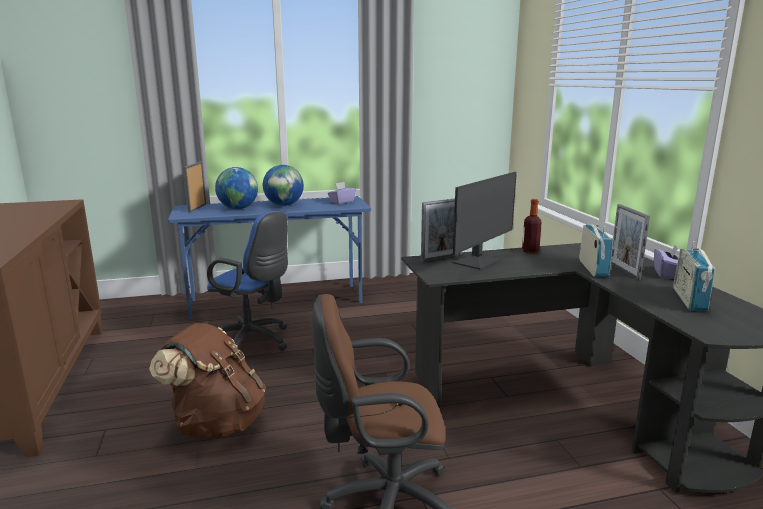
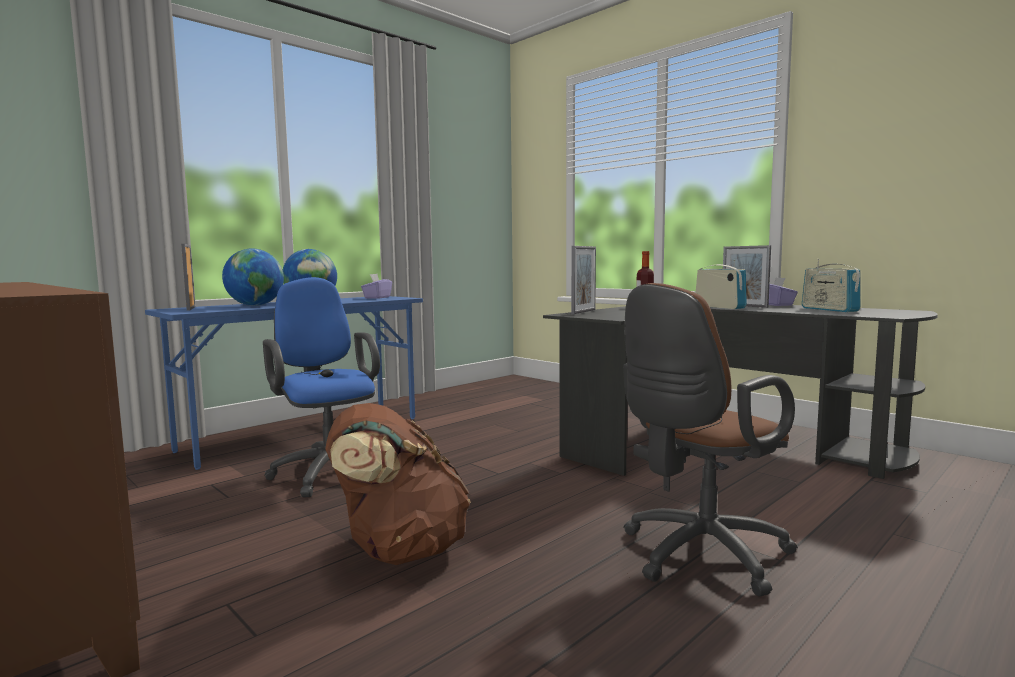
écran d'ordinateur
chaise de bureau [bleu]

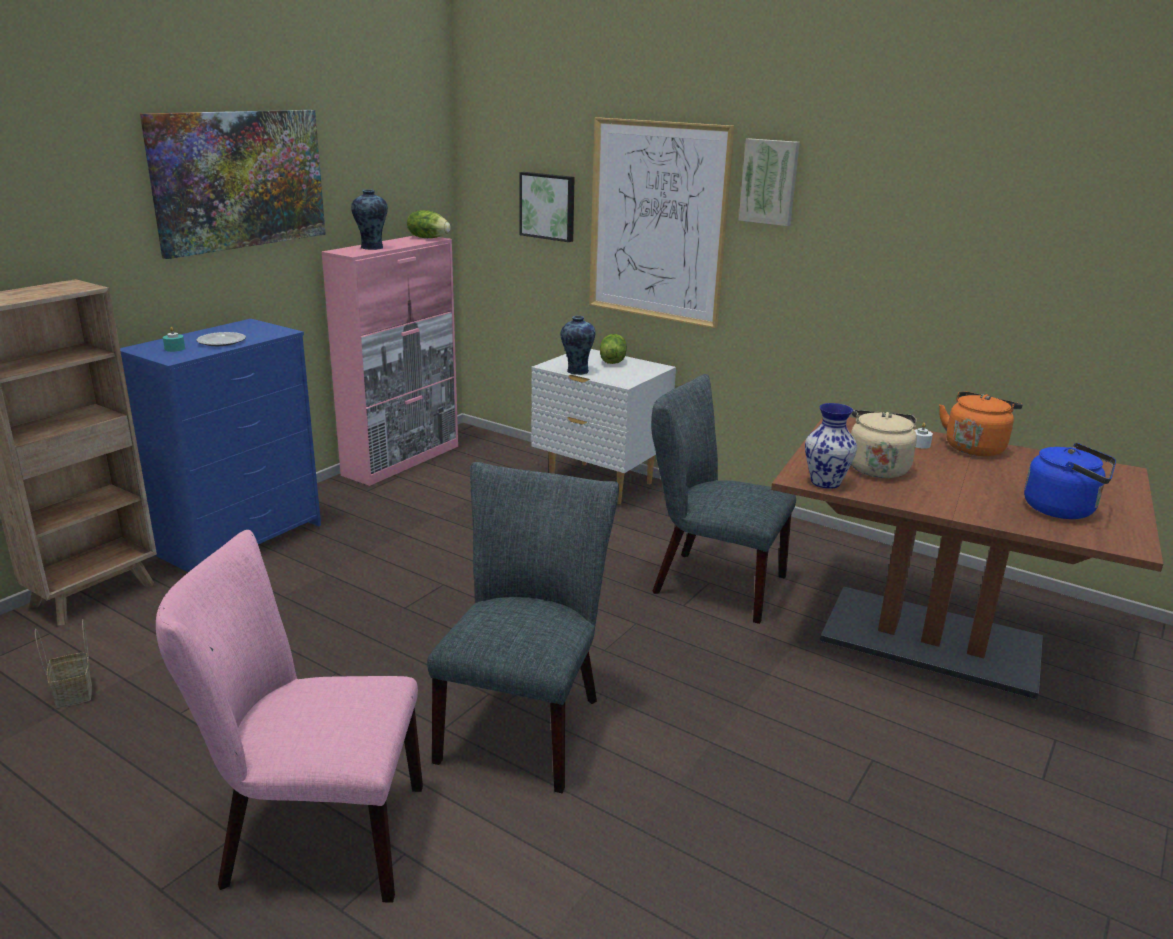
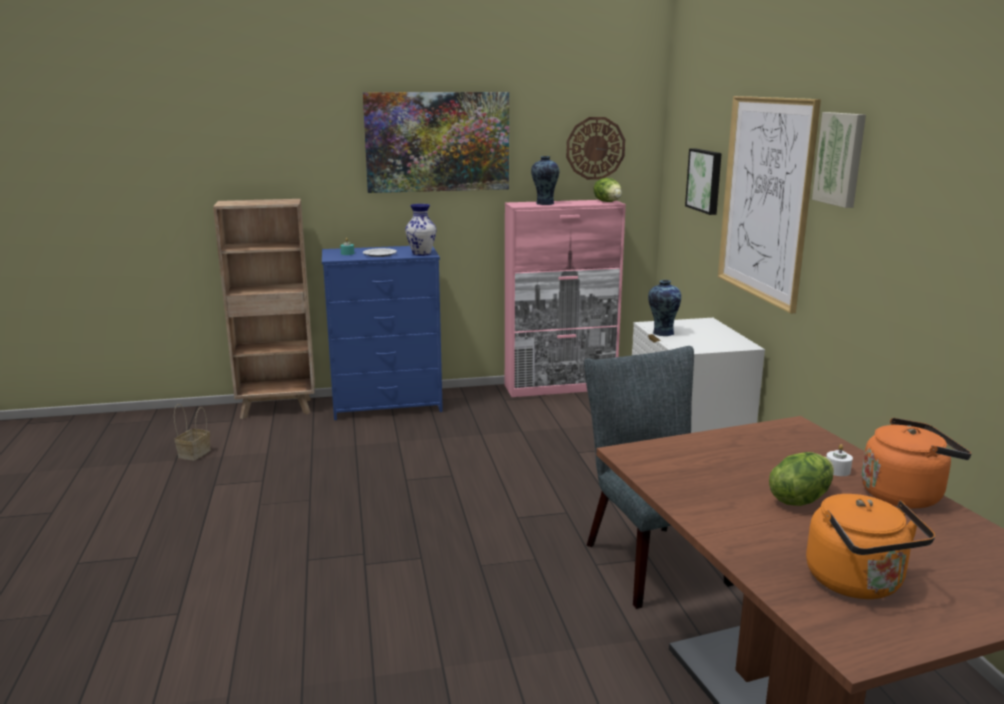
chaise [rose]
chaise [gris] (1st from left in the first image)
bouilloire [beige]
horloge murale
laitue (2nd from left)
vase (1st from left)
bouilloire [orange] (1st from left)

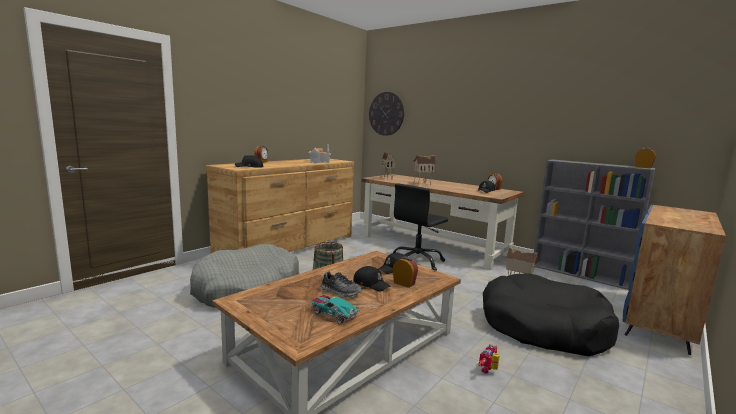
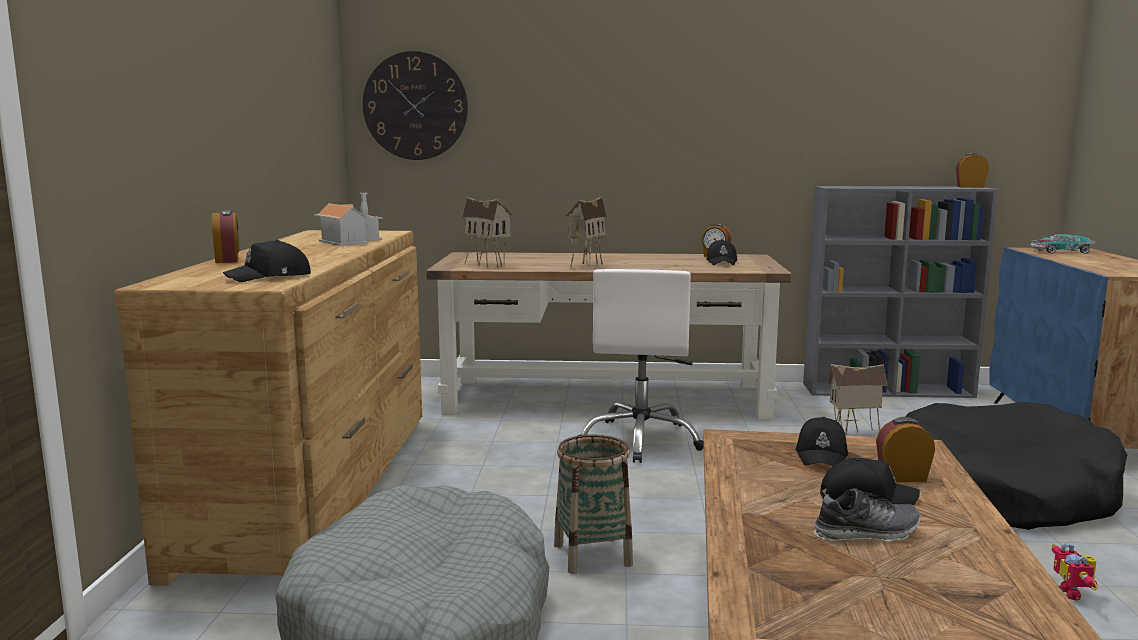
petite voiture
chaise de bureau [blanc]

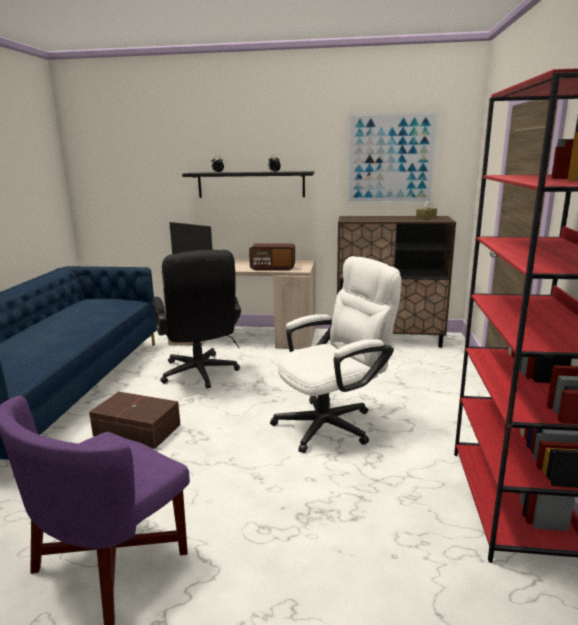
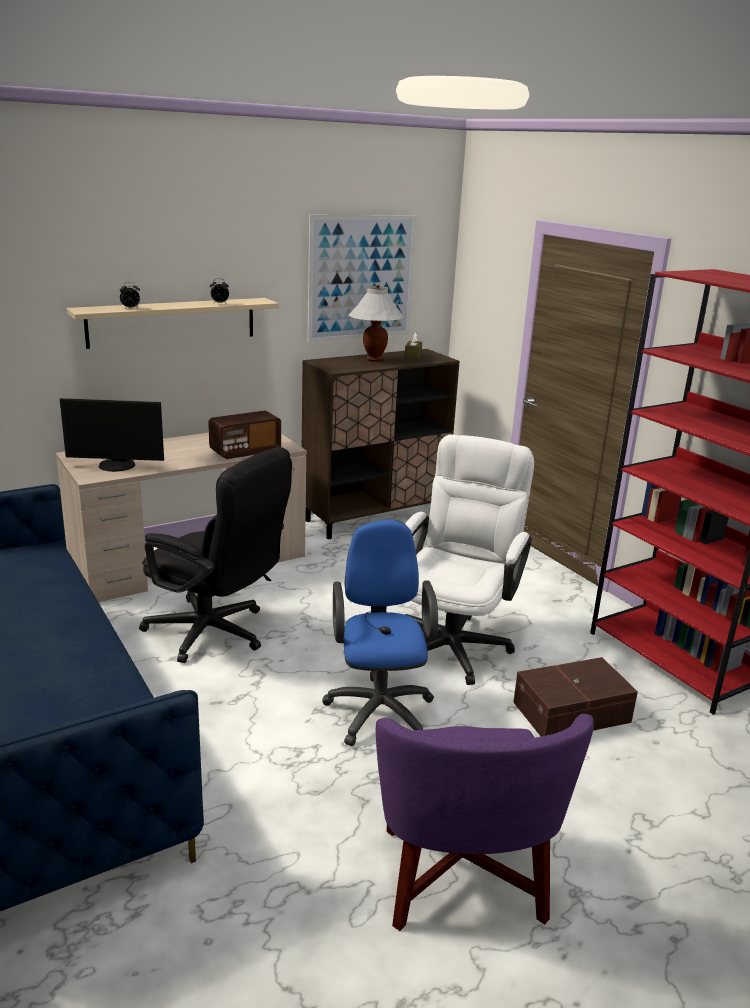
chaise de bureau [bleu]
lampe de table [blanc]
boîte de rangement [marron]
étagère [beige]

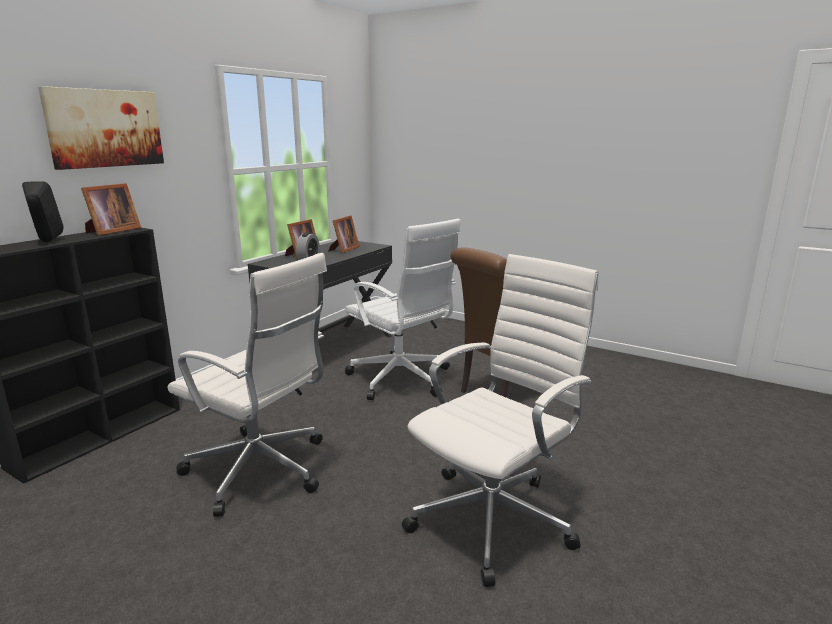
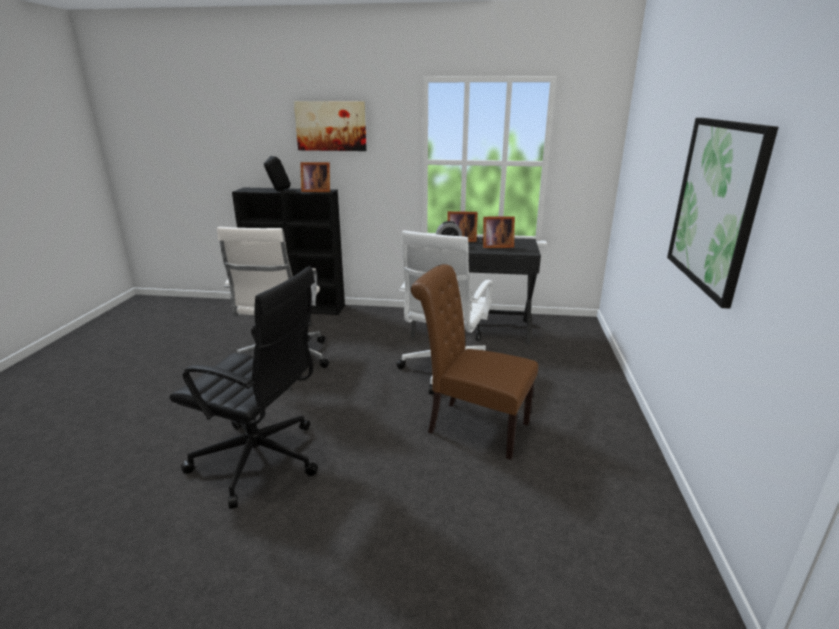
tableau (2nd from left)
chaise de bureau [noir]

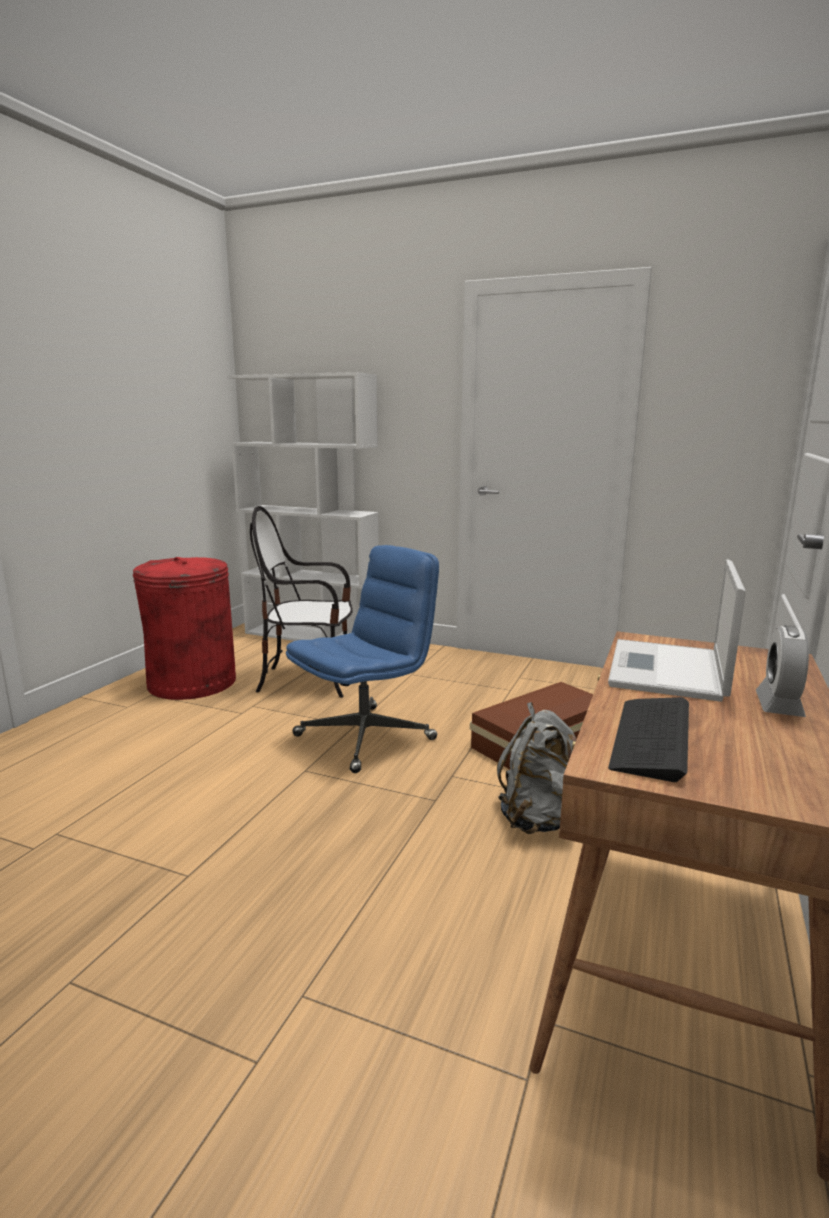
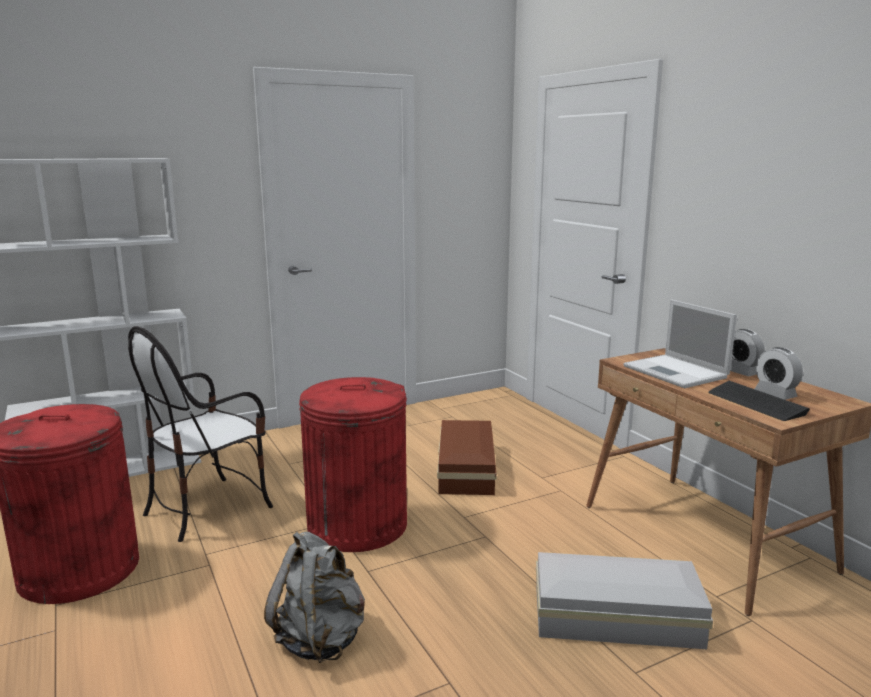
boîte de rangement [blanc]
réveil (2nd from left)
sac à dos [gris]
poubelle [rouge] (2nd from left)

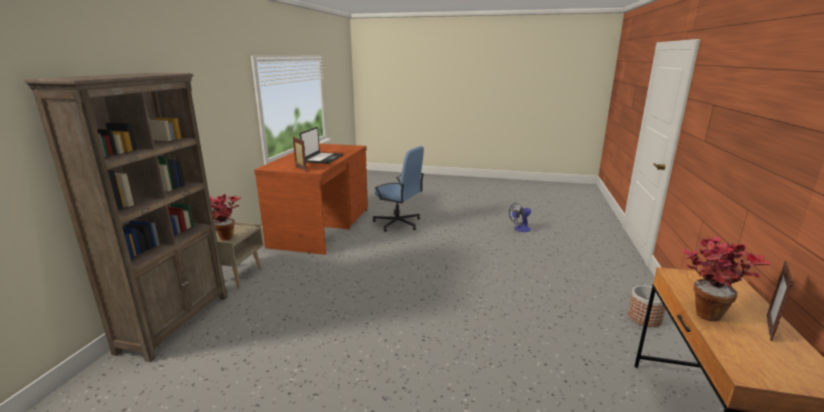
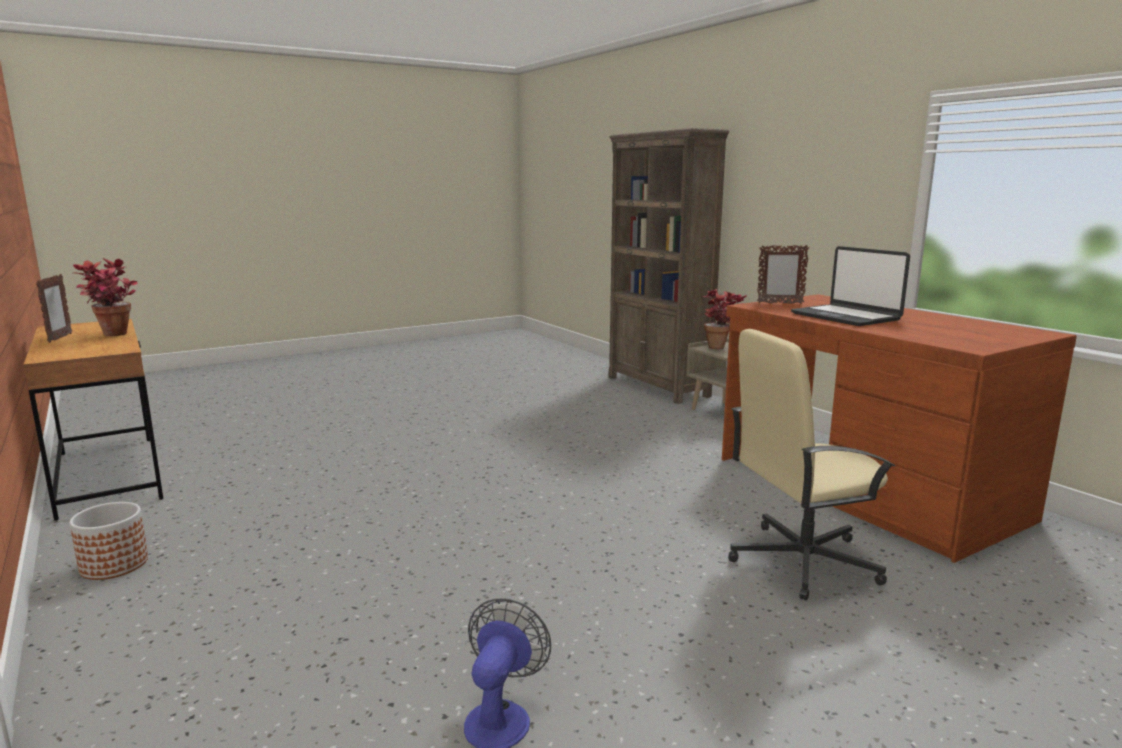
chaise de bureau [beige]

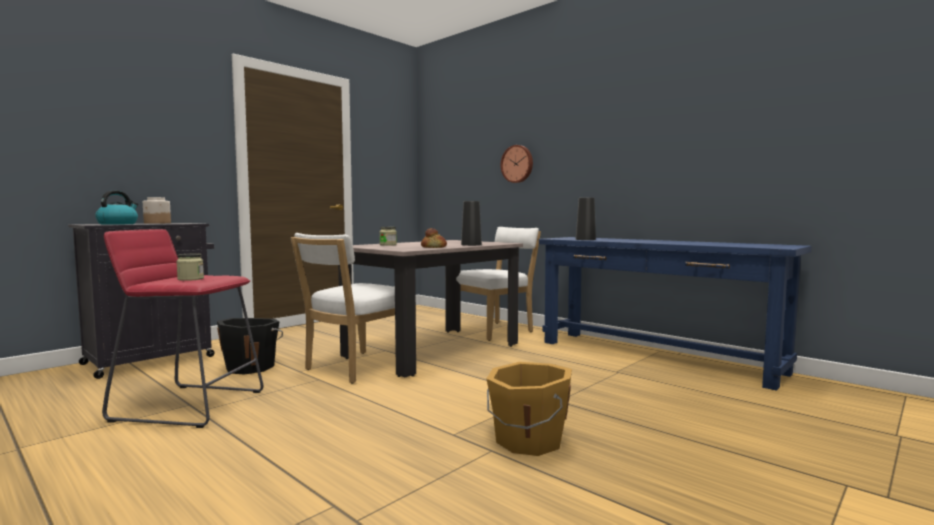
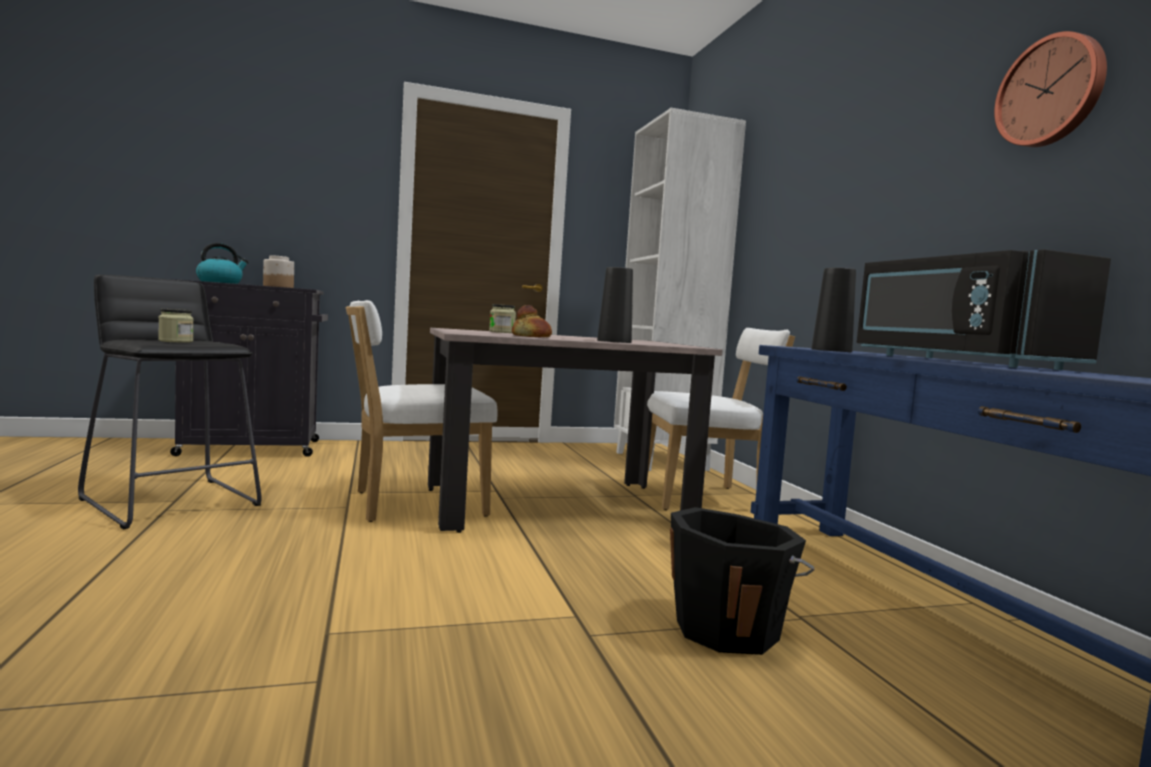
seau [orange]
bibliothèque [blanc]
micro-ondes [noir]
seau [noir]
horloge murale
tabouret [noir]

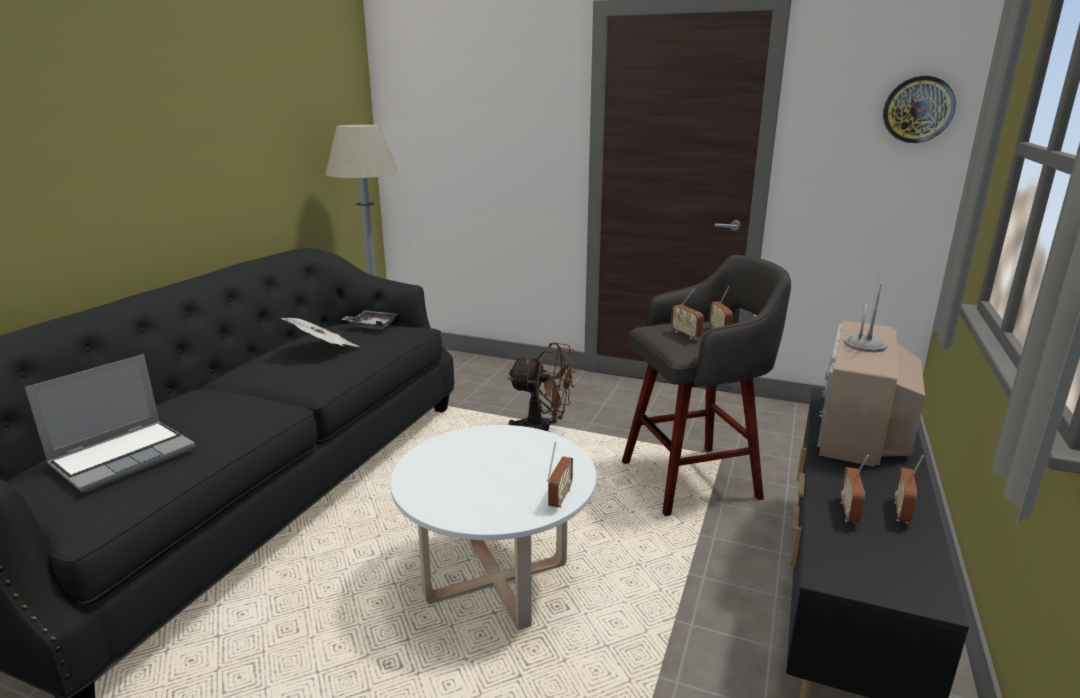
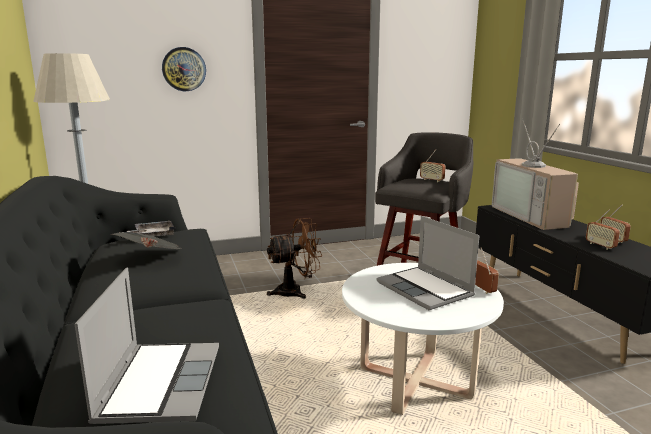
radio (2nd from left in the first image)
ordinateur portable (2nd from left)
horloge murale

